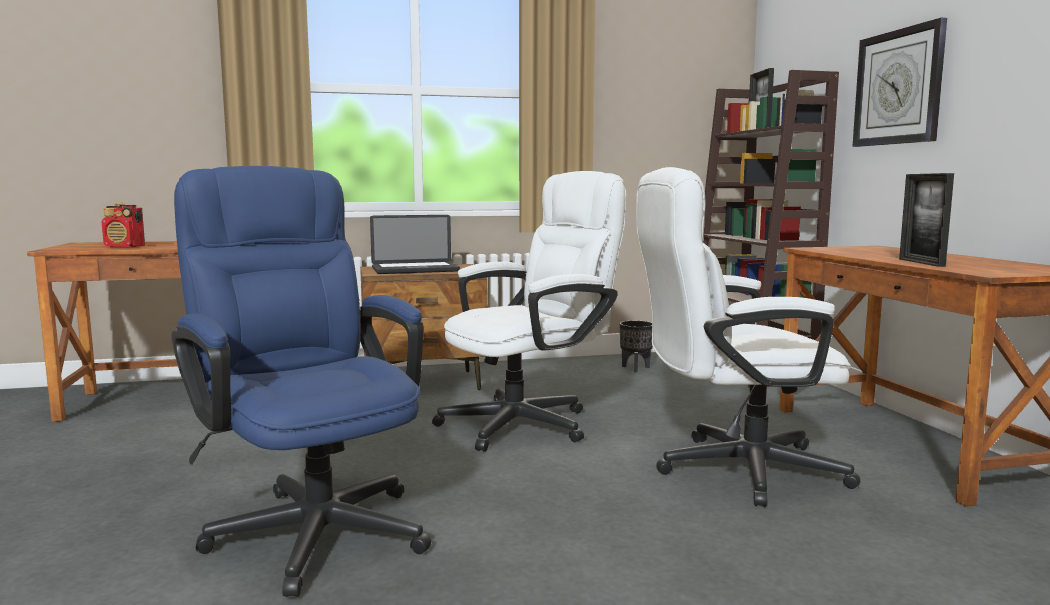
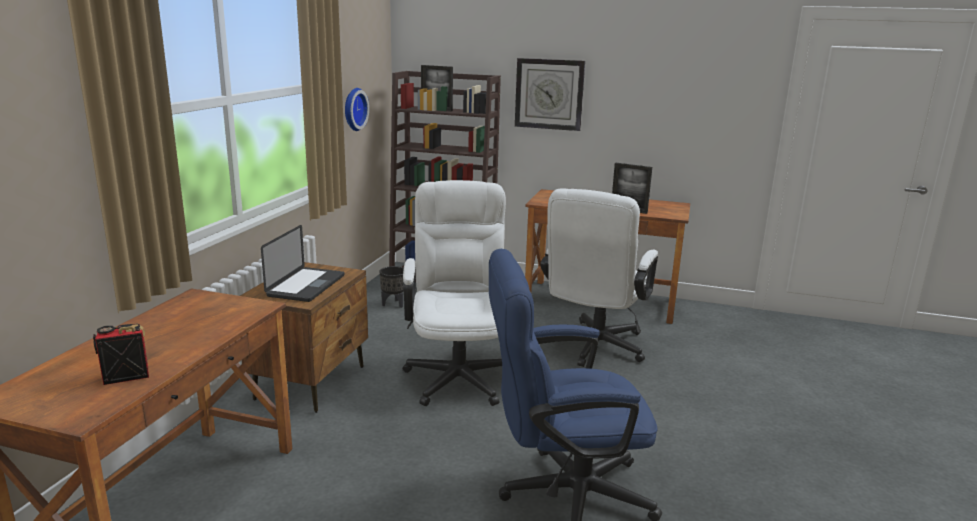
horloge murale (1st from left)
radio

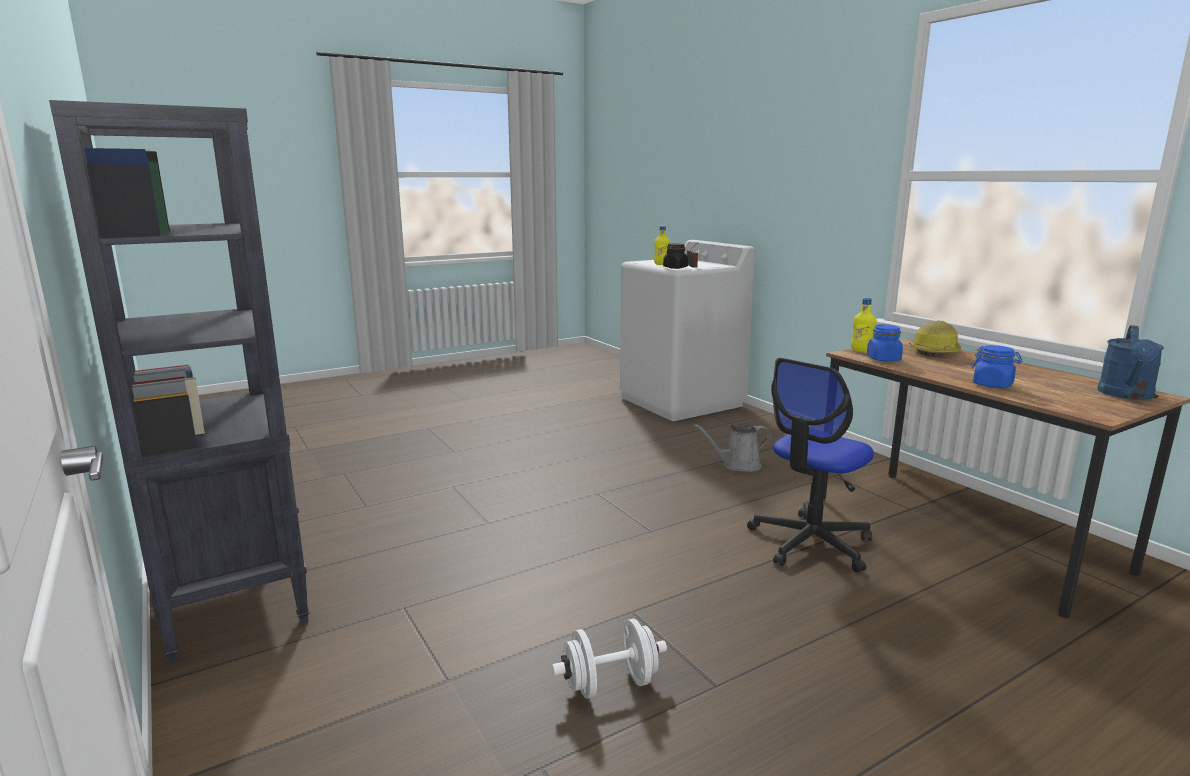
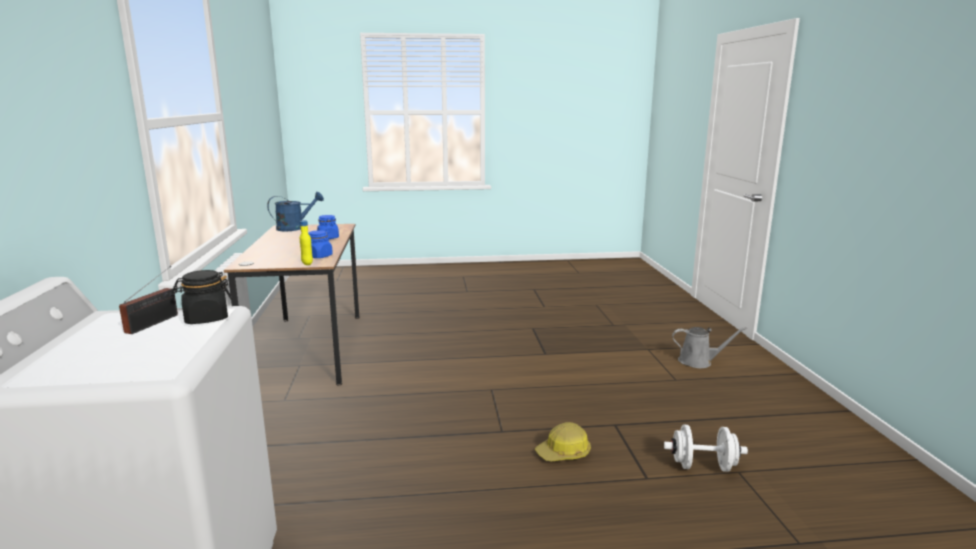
bibliothèque [noir]
bouteille [jaune] (1st from left in the first image)
chaise de bureau
haltère [blanc]
arrosoir [gris]
casque de chantier

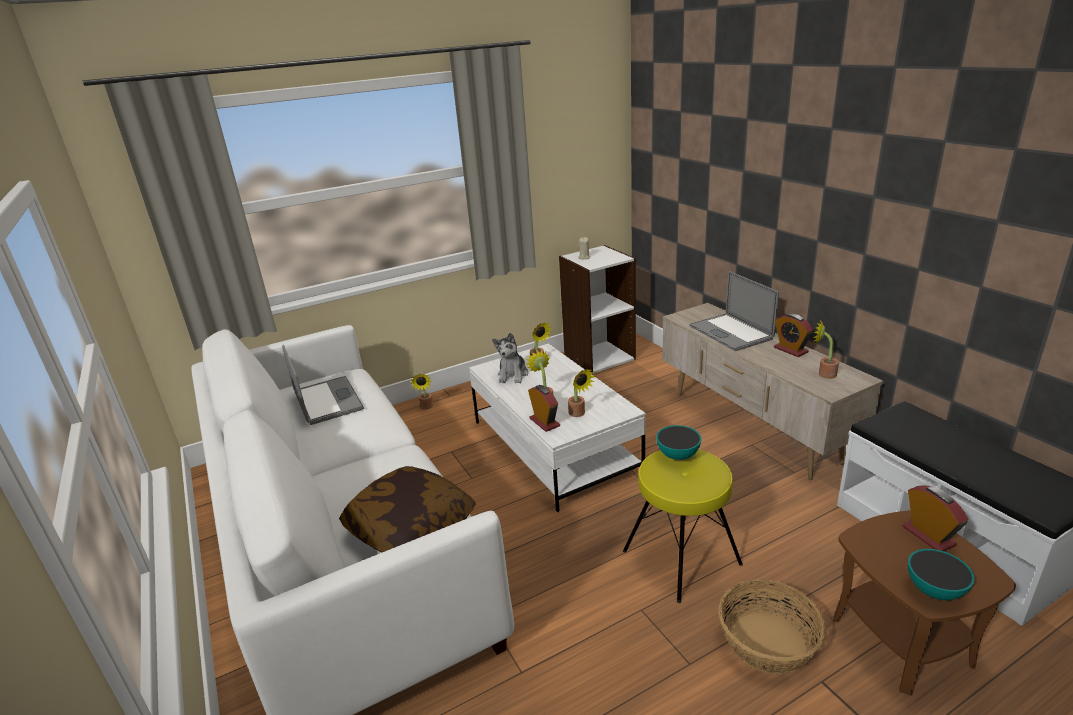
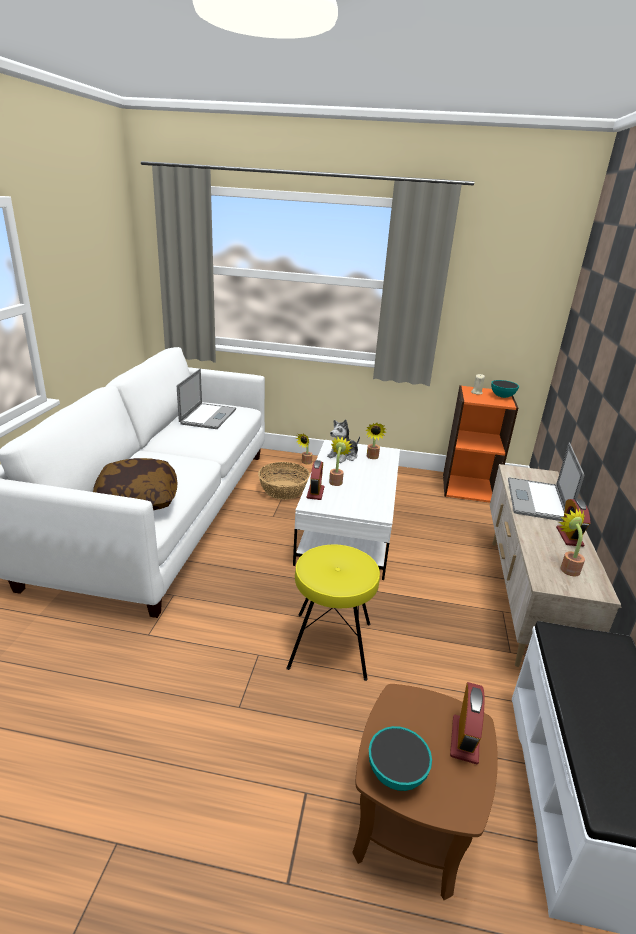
plante en pot (4th from left in the first image)
bol (2nd from left)
panier
bibliothèque [orange]

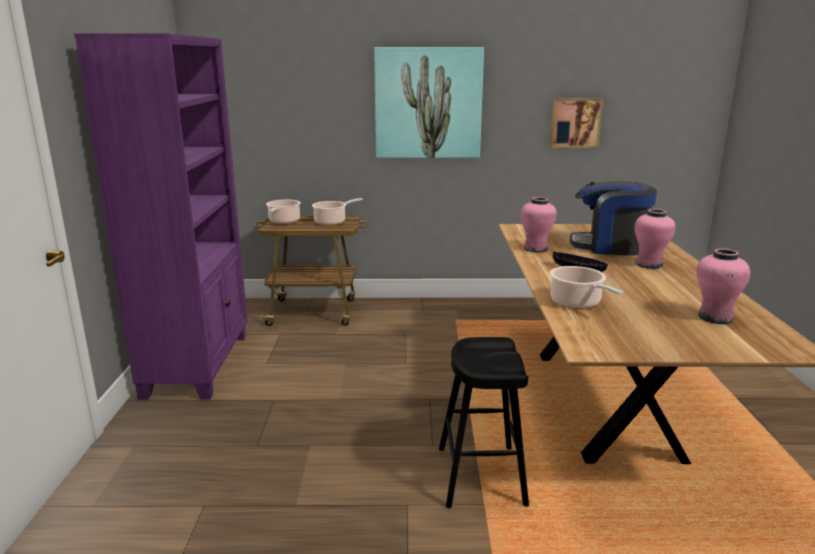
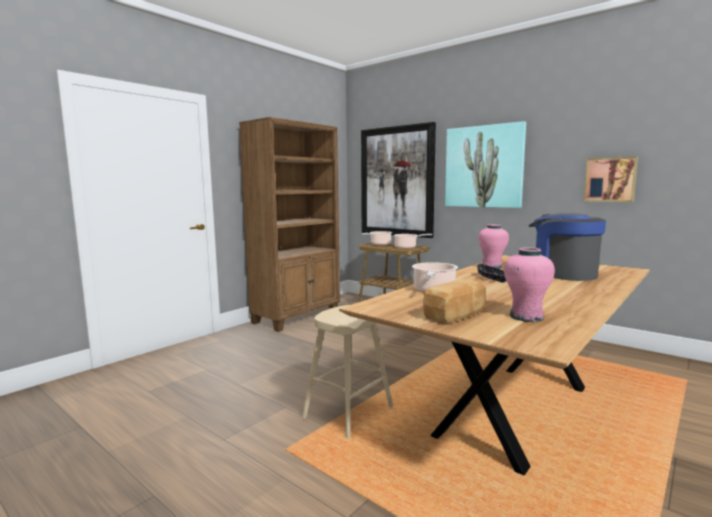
vase [rose] (2nd from left in the first image)
tableau (1st from left)
pain
bibliothèque [marron]
tabouret [beige]

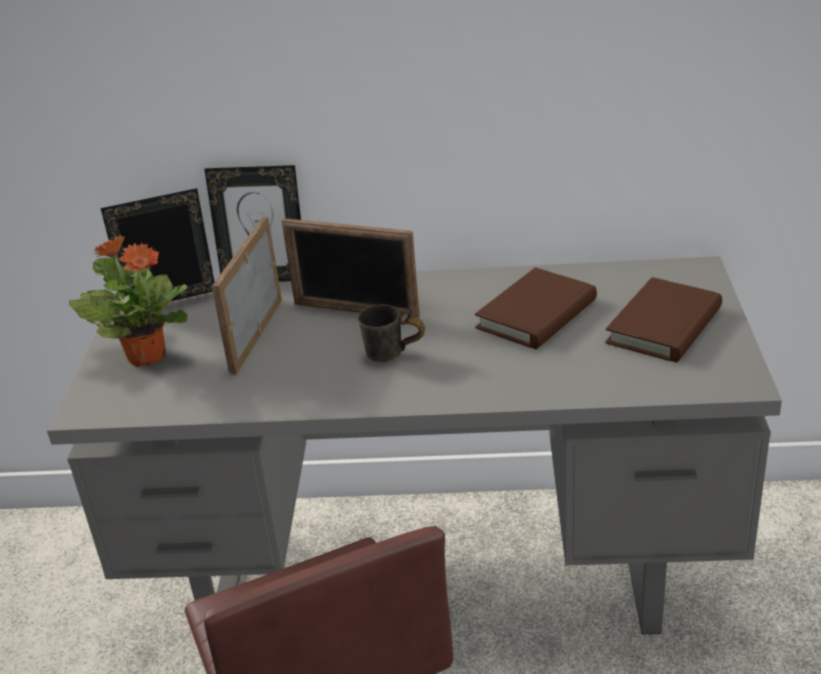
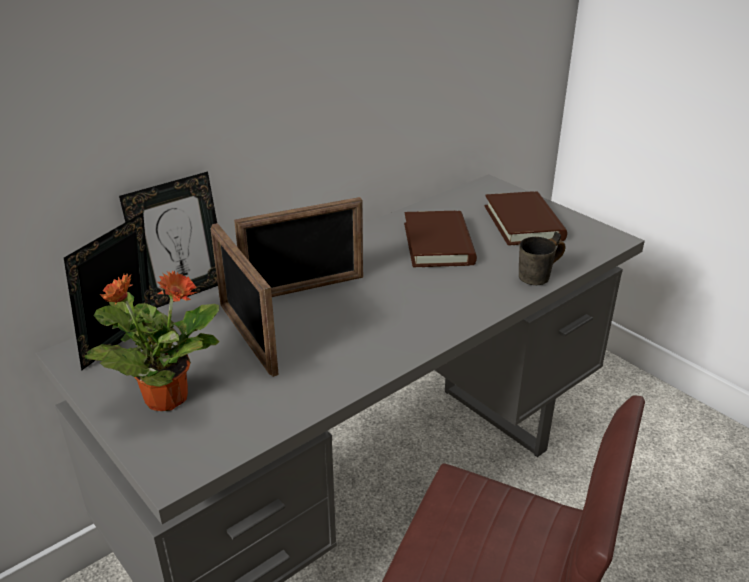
mug [gris]

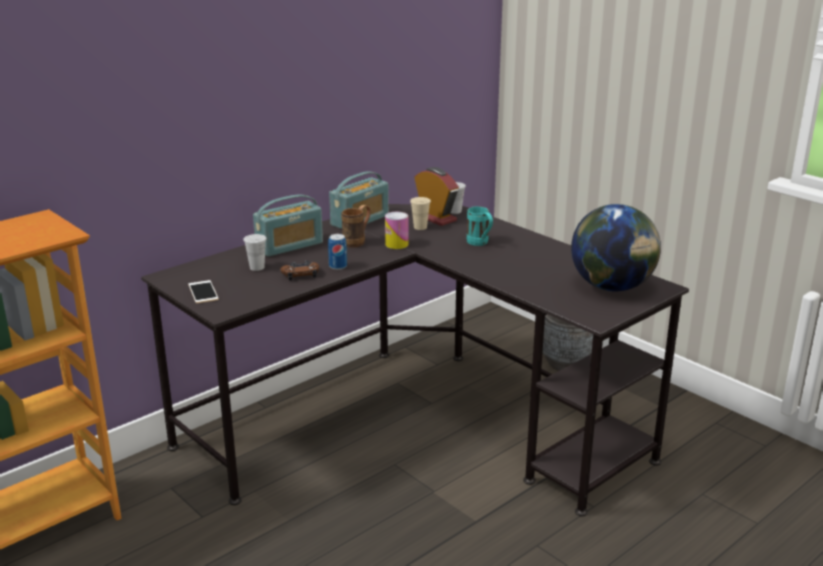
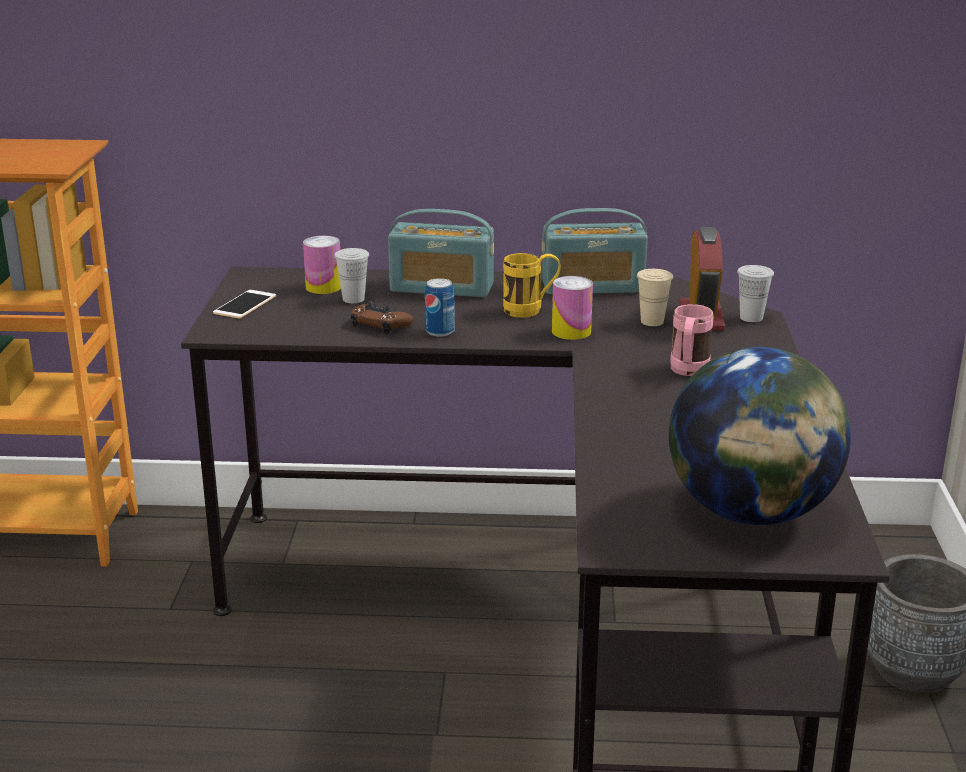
boîte métallique (1st from left)
mug [jaune]
mug [rose]

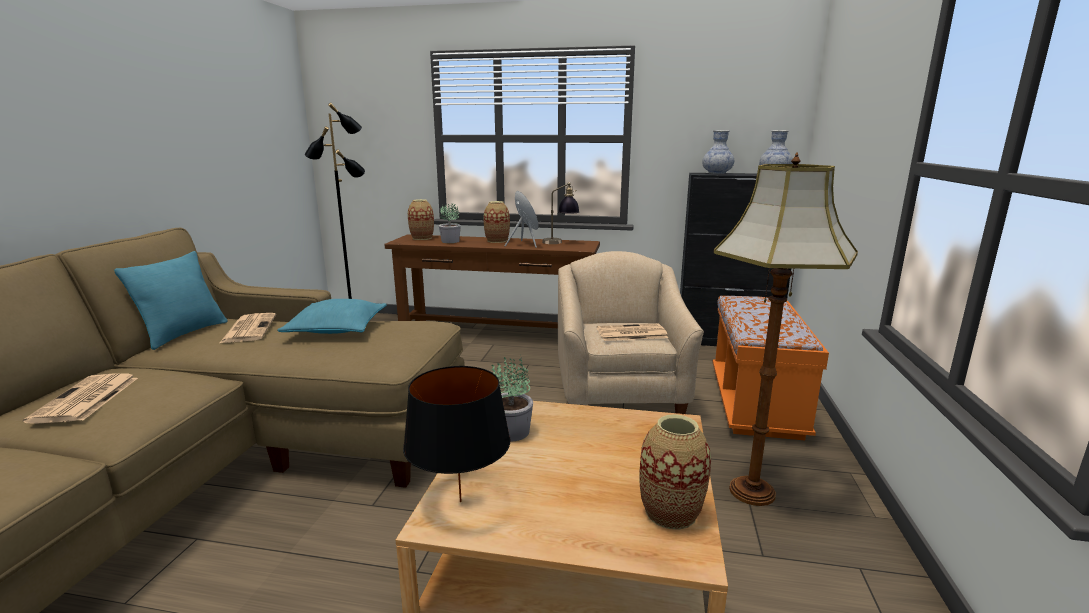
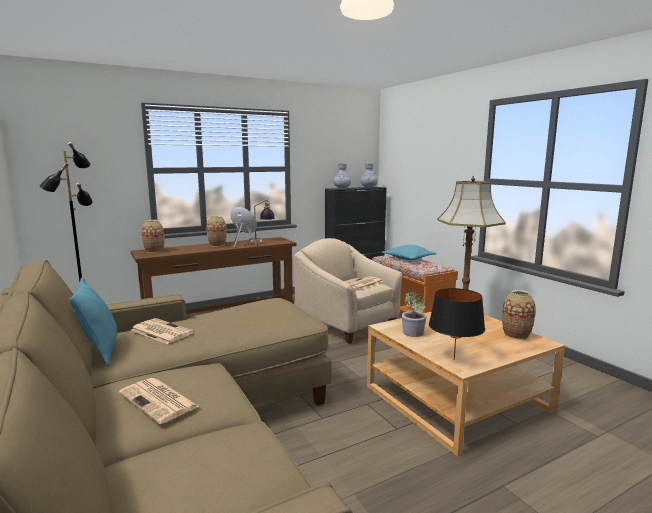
plante en pot (1st from left in the first image)
coussin [turquoise] (2nd from left)

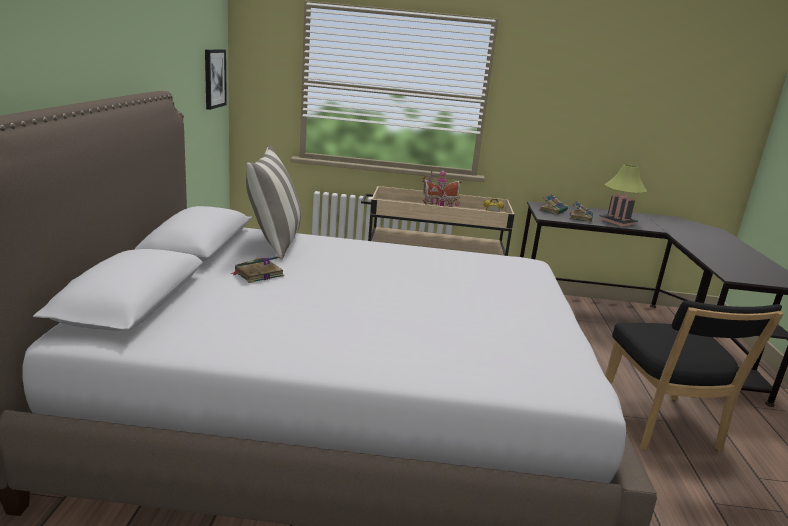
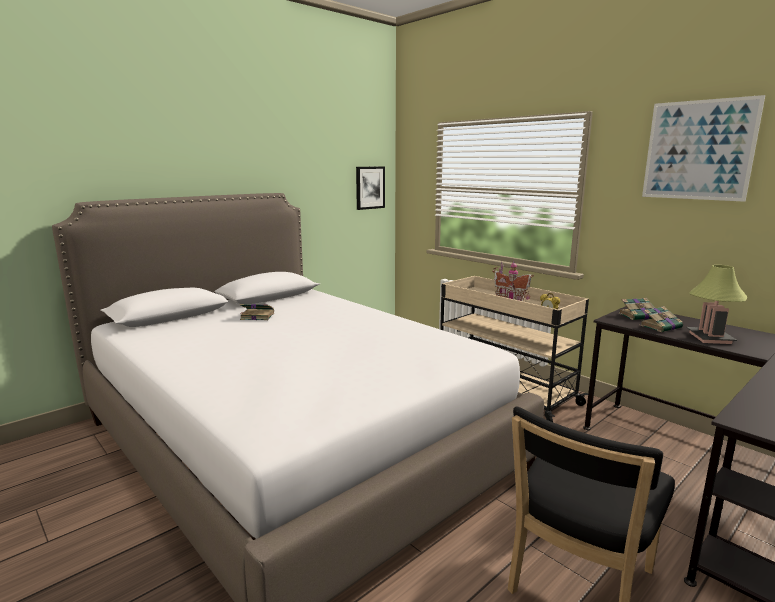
coussin
tableau (2nd from left)

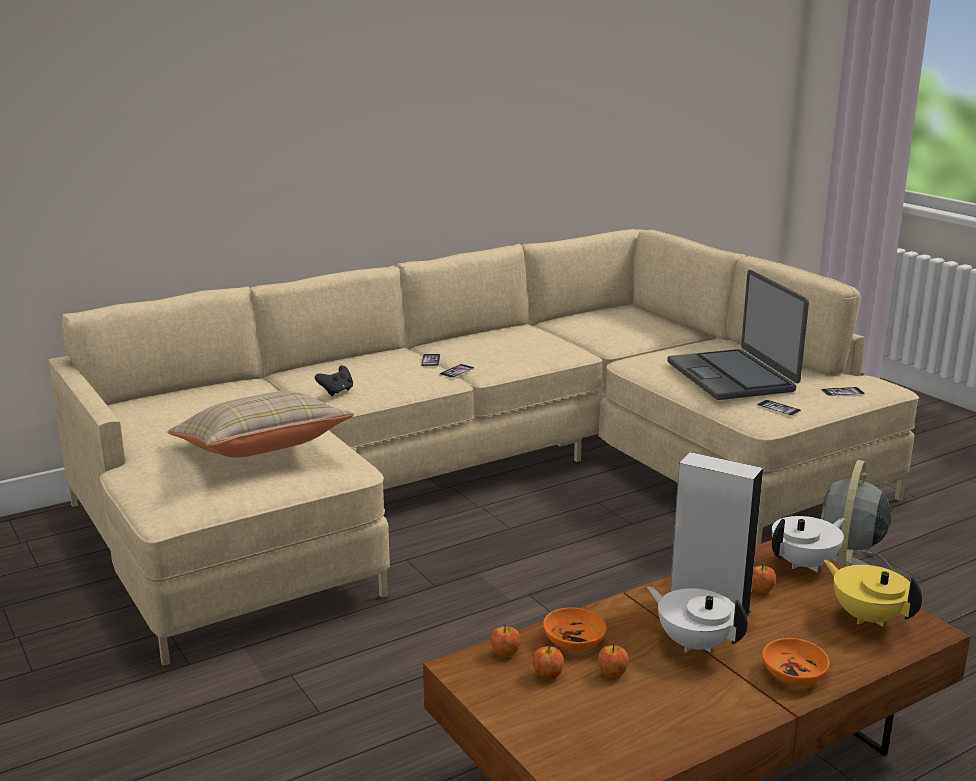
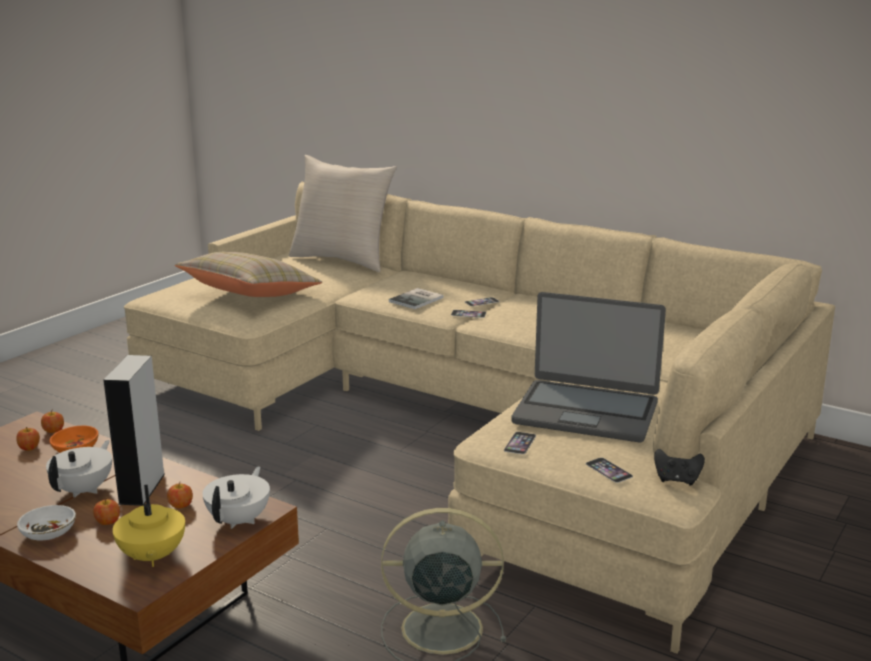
coussin [beige] (2nd from left)
livre
manette [noir]
pomme (3rd from left)
bol [blanc]
ordinateur portable
théière [blanc] (2nd from left)
théière [jaune]

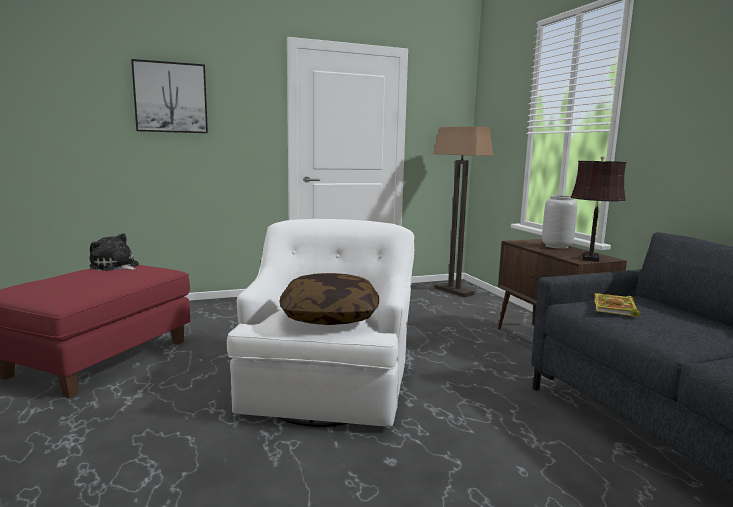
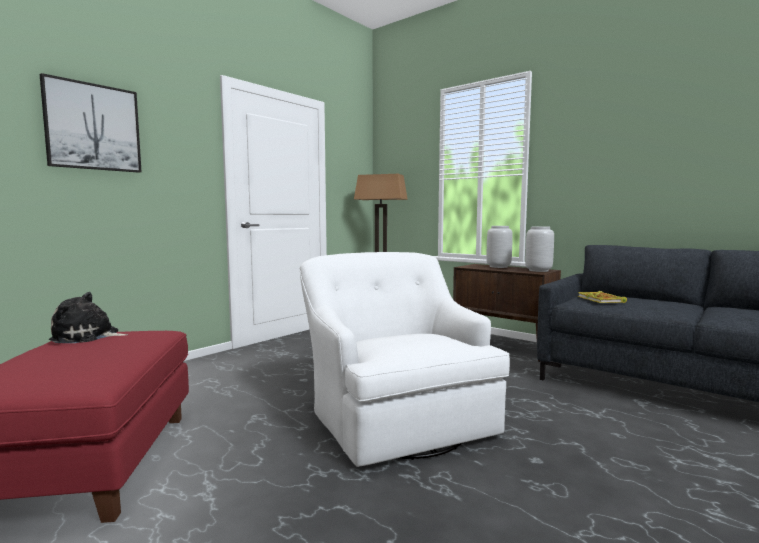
coussin
vase [gris] (2nd from left)

